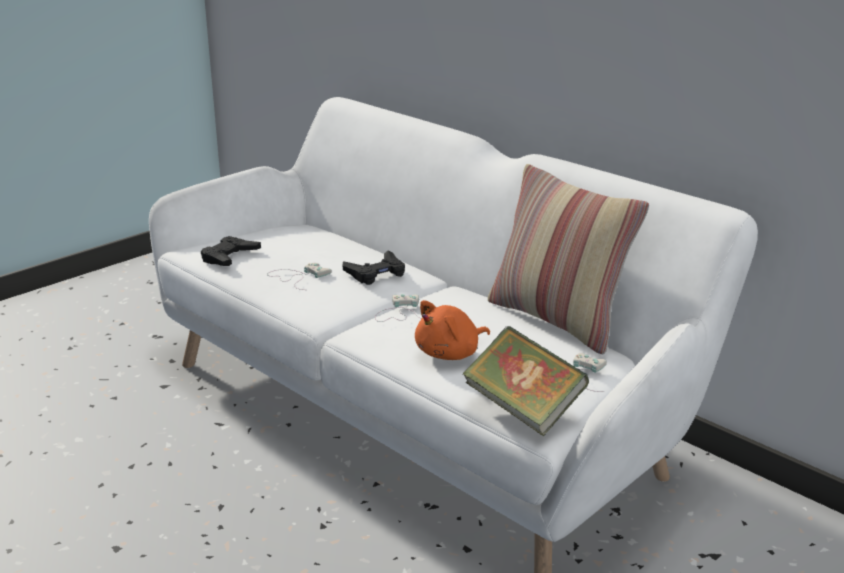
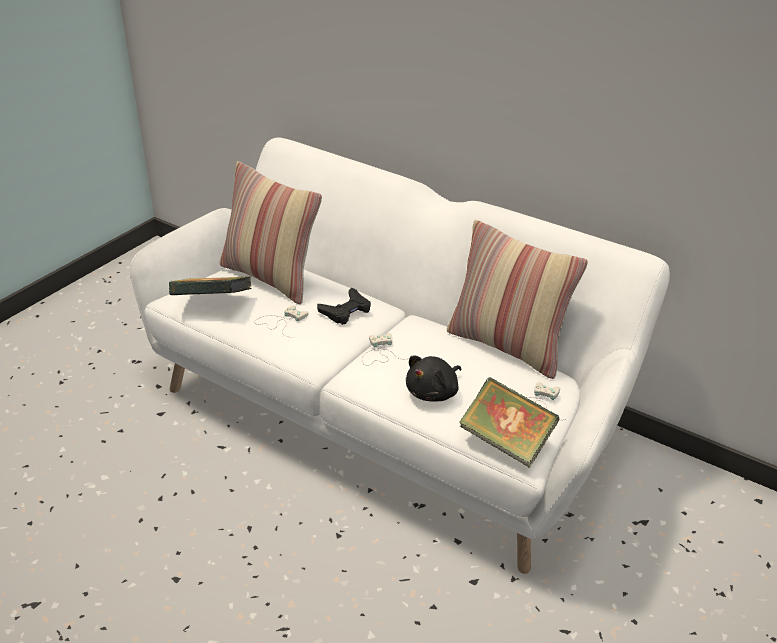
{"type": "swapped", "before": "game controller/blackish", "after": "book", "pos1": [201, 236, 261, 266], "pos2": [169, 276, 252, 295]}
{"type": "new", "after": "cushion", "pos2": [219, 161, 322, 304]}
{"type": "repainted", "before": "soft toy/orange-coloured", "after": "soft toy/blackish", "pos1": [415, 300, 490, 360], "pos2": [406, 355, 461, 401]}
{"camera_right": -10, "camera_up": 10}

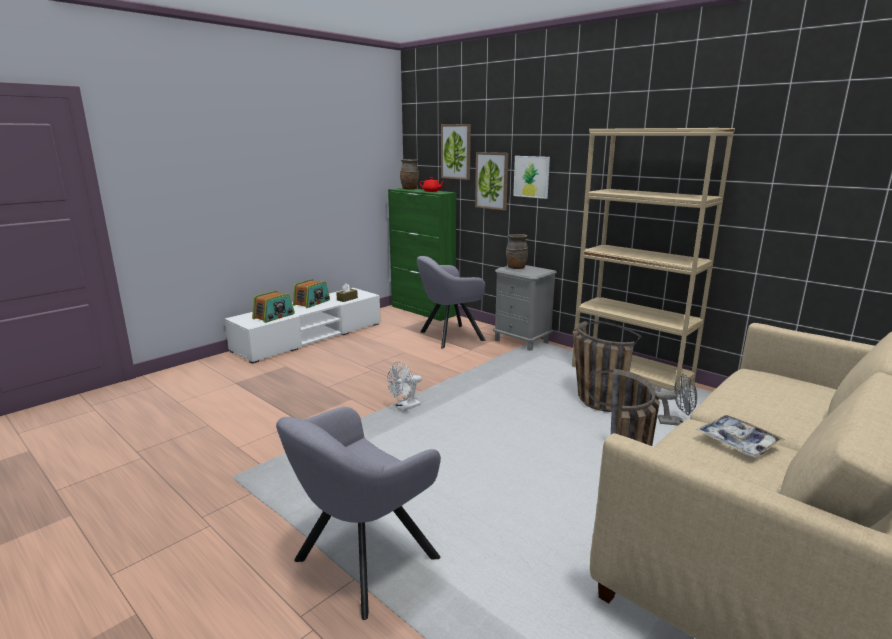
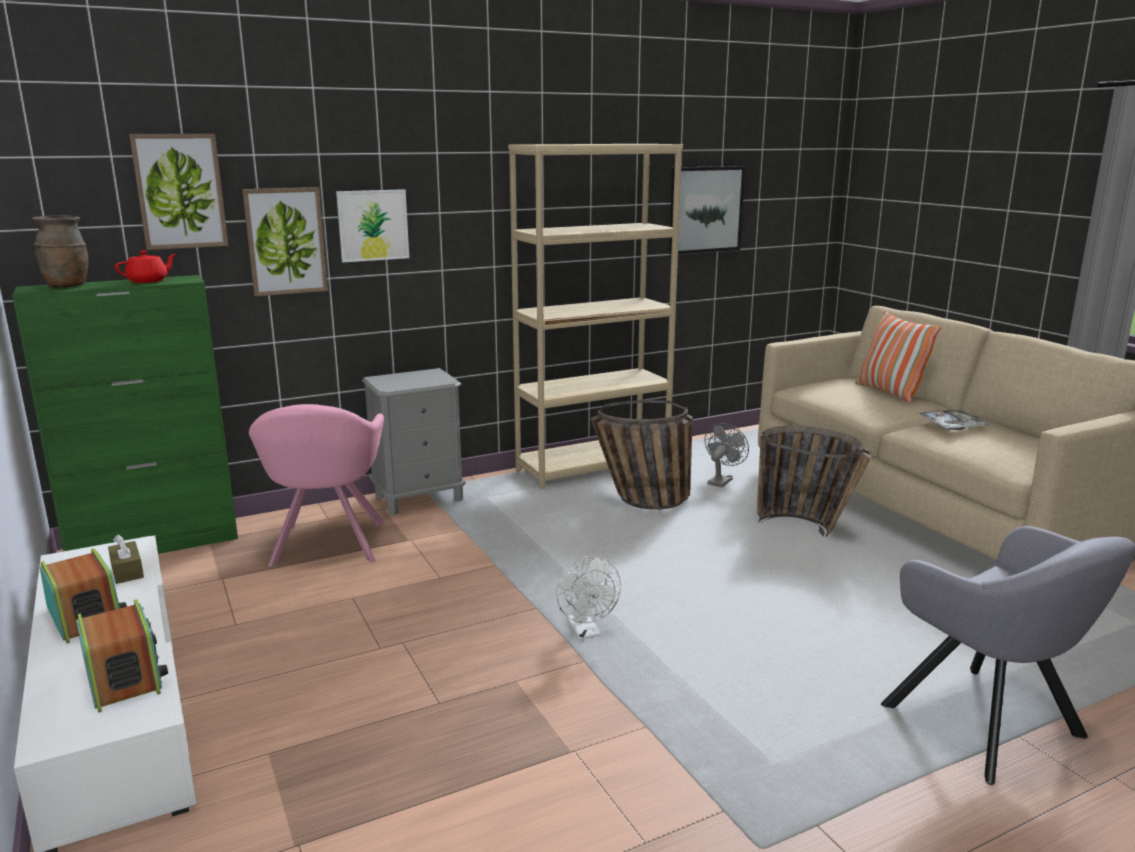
{"type": "repainted", "before": "armchair/greyish", "after": "armchair/pinkish", "pos1": [417, 256, 486, 348], "pos2": [249, 404, 384, 567]}
{"type": "new", "after": "wall picture", "pos2": [669, 166, 745, 254]}
{"type": "new", "after": "cushion", "pos2": [855, 311, 941, 403]}
{"type": "gone", "before": "flower vase/brown-coloured", "pos1": [506, 234, 528, 269]}
{"camera_right": -70, "camera_up": 0}

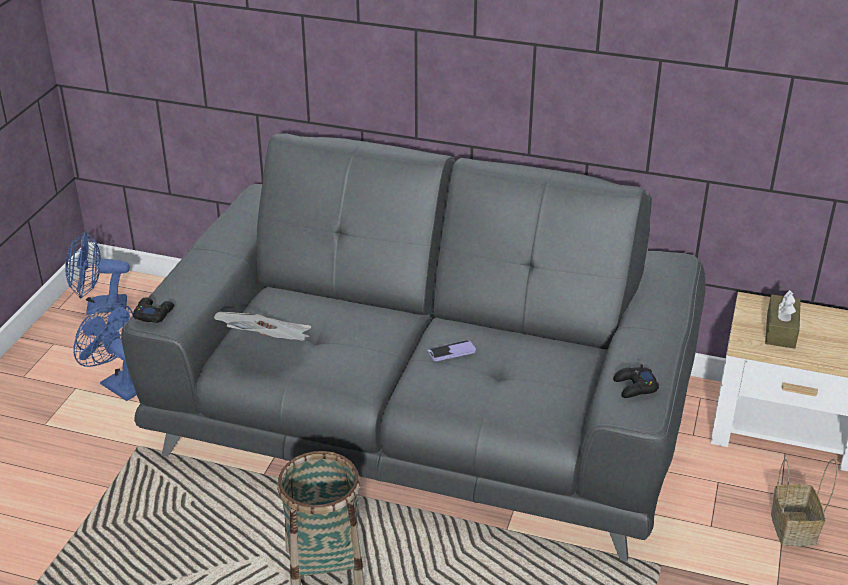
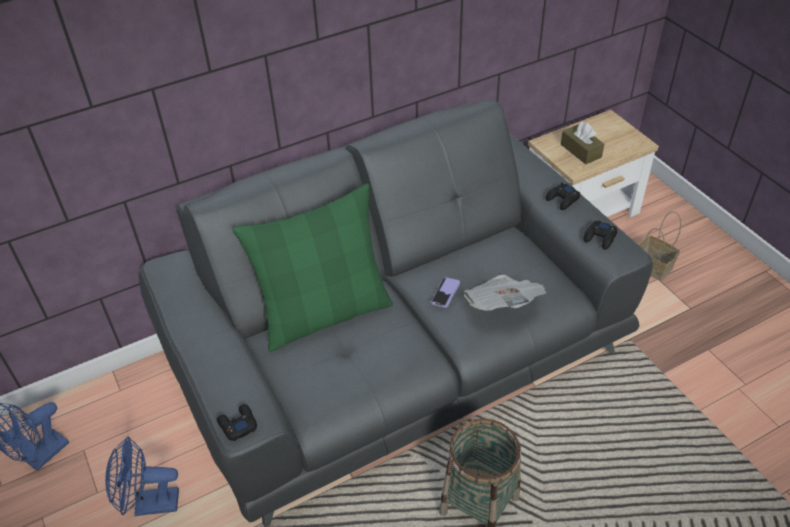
{"type": "new", "after": "cushion/green-coloured", "pos2": [232, 184, 393, 352]}
{"type": "shifted", "before": "newspaper", "pos1": [214, 312, 311, 341], "pos2": [464, 275, 546, 311]}
{"type": "new", "after": "game controller/blackish", "pos2": [546, 182, 580, 210]}
{"camera_right": -45, "camera_up": 10}

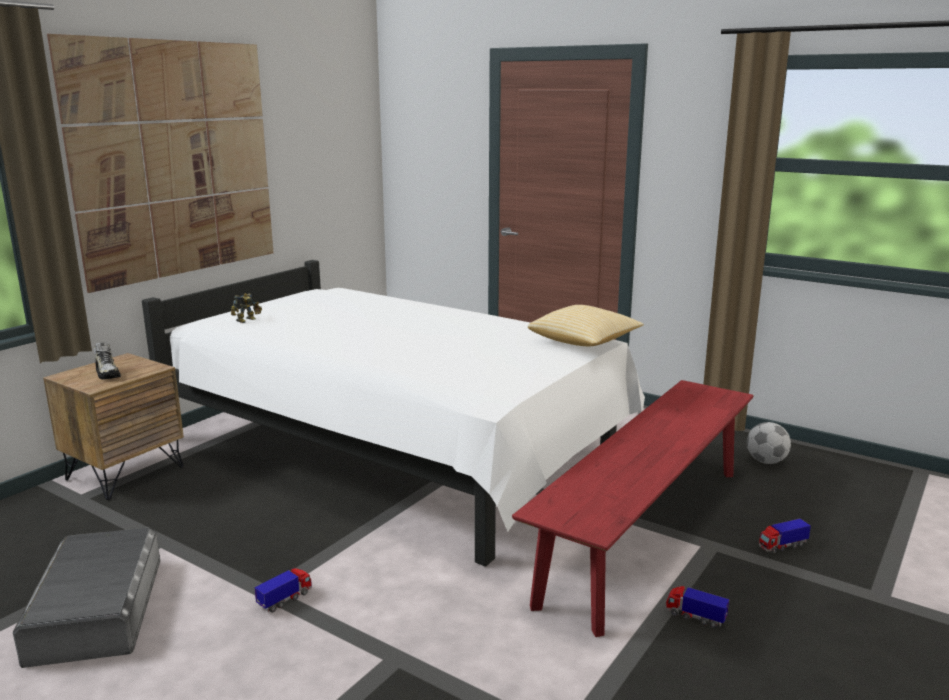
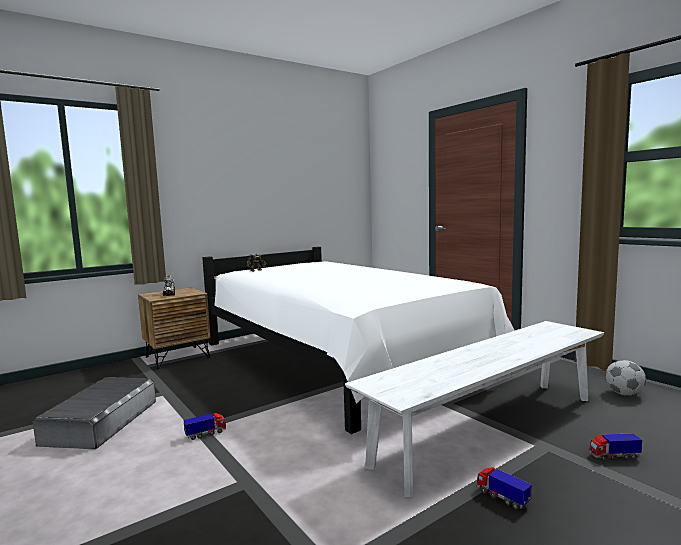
{"type": "repainted", "before": "bench/red-coloured", "after": "bench/whitish", "pos1": [512, 380, 754, 637], "pos2": [345, 321, 604, 497]}
{"type": "gone", "before": "wall picture", "pos1": [47, 34, 273, 293]}
{"type": "gone", "before": "cushion", "pos1": [528, 305, 644, 346]}
{"camera_right": 20, "camera_up": -10}

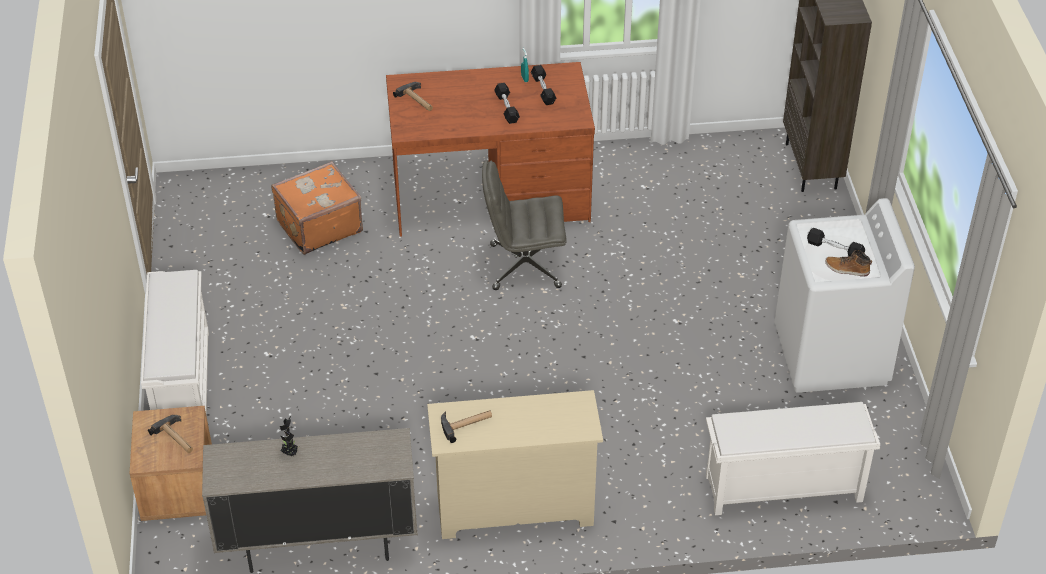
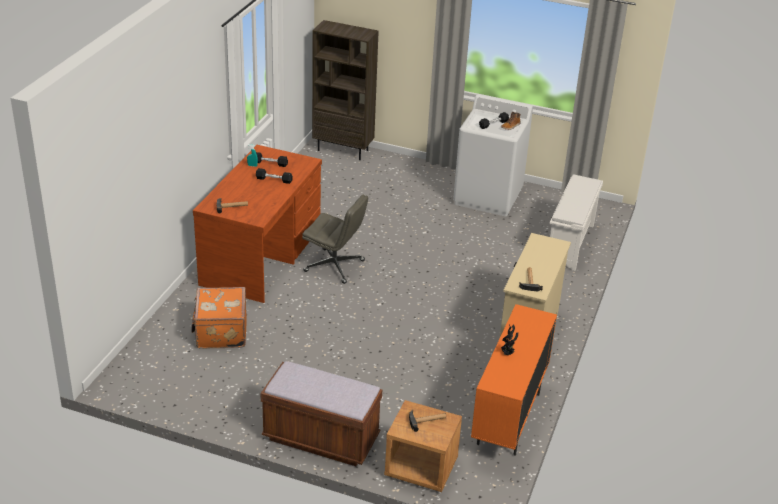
{"type": "swapped", "before": "shoe rack/whitish", "after": "bench/brown-coloured", "pos1": [141, 270, 209, 416], "pos2": [261, 361, 382, 466]}
{"type": "rotated", "before": "office chair/greyish", "pos1": [482, 161, 567, 290], "pos2": [302, 194, 368, 284], "turn": -90}
{"type": "repainted", "before": "cupboard/beige-coloured", "after": "cupboard/orange-coloured", "pos1": [202, 428, 418, 573], "pos2": [471, 304, 557, 456]}
{"camera_right": -65, "camera_up": -10}

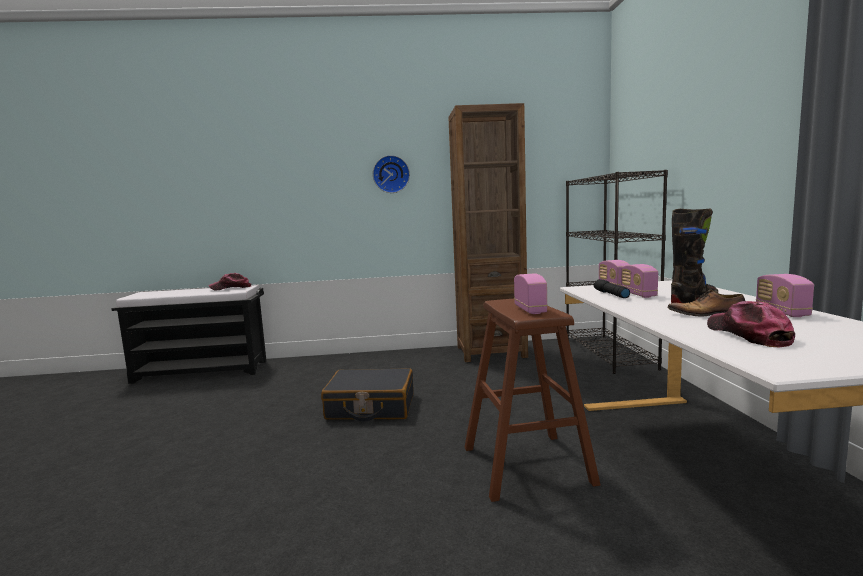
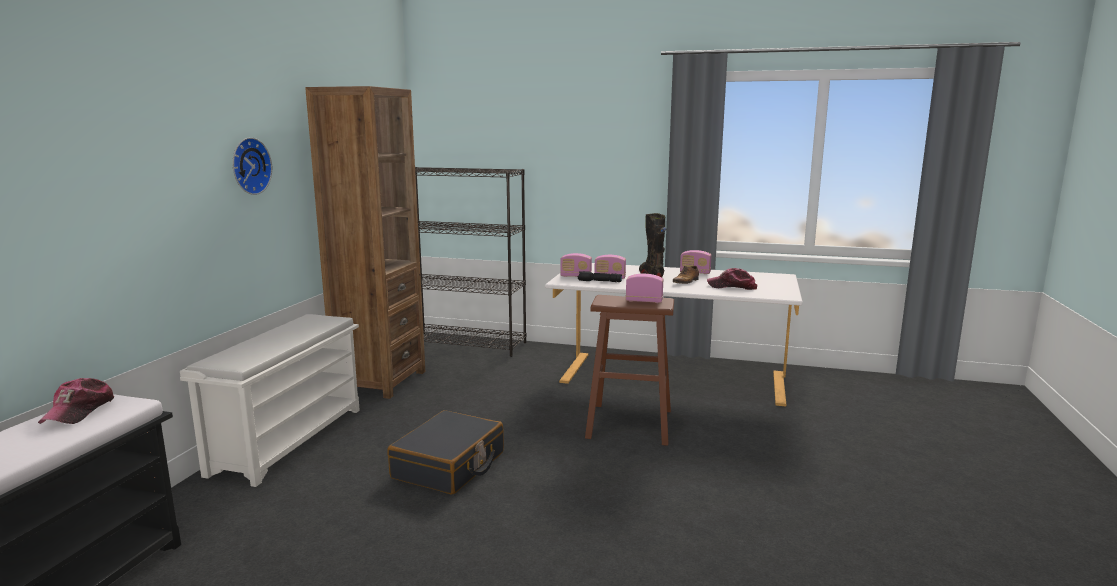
{"type": "new", "after": "shoe rack/whitish", "pos2": [180, 314, 360, 487]}
{"camera_right": -70, "camera_up": 5}

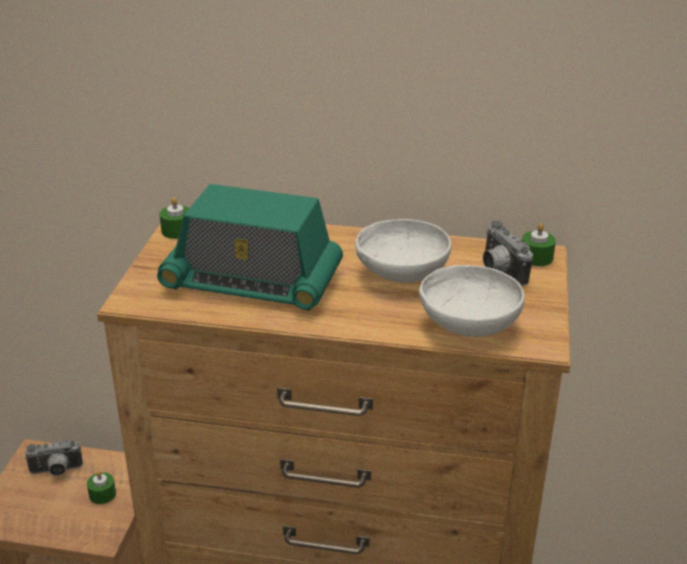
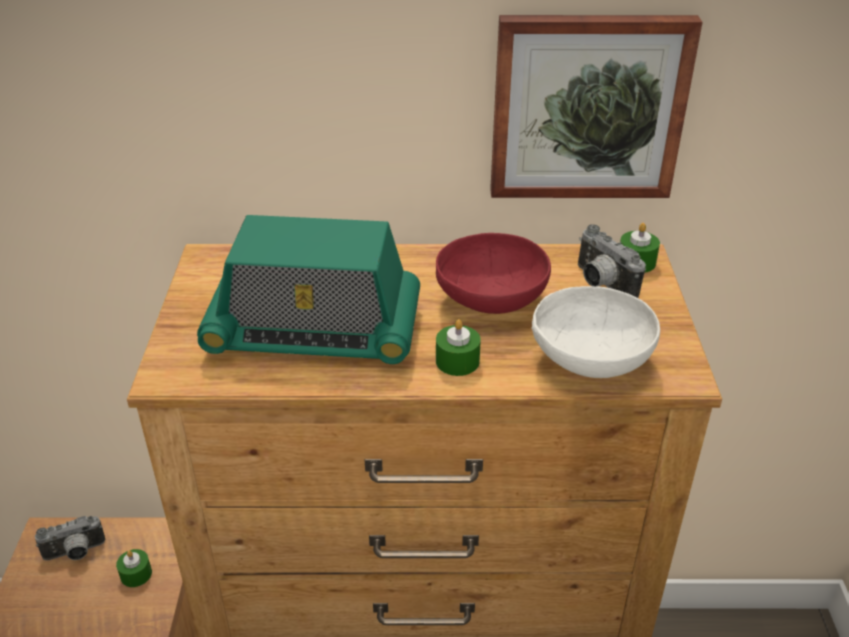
{"type": "repainted", "before": "serving bowl/whitish", "after": "serving bowl/red-coloured", "pos1": [355, 219, 451, 283], "pos2": [436, 233, 551, 314]}
{"type": "shifted", "before": "wax light/green-coloured", "pos1": [159, 197, 189, 239], "pos2": [436, 319, 481, 376]}
{"type": "new", "after": "wall picture", "pos2": [490, 15, 703, 198]}
{"camera_right": -10, "camera_up": 5}

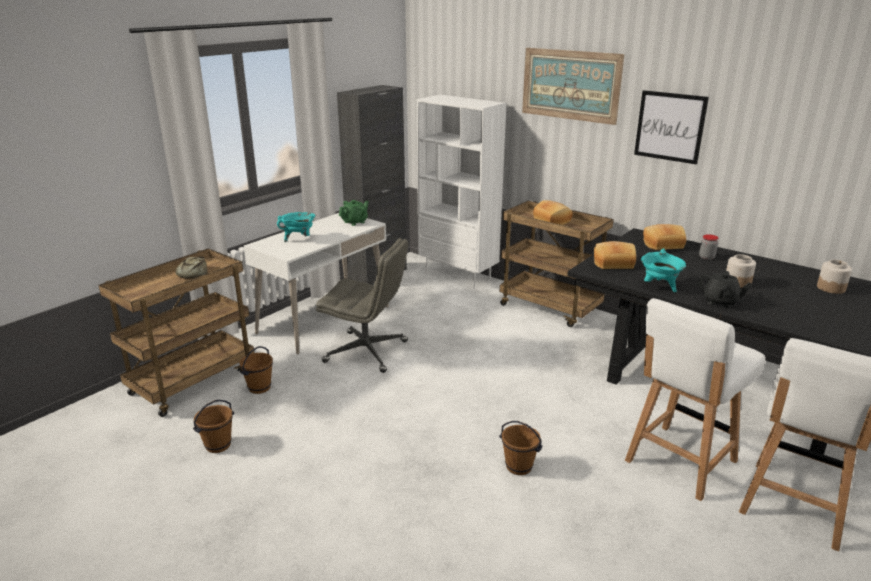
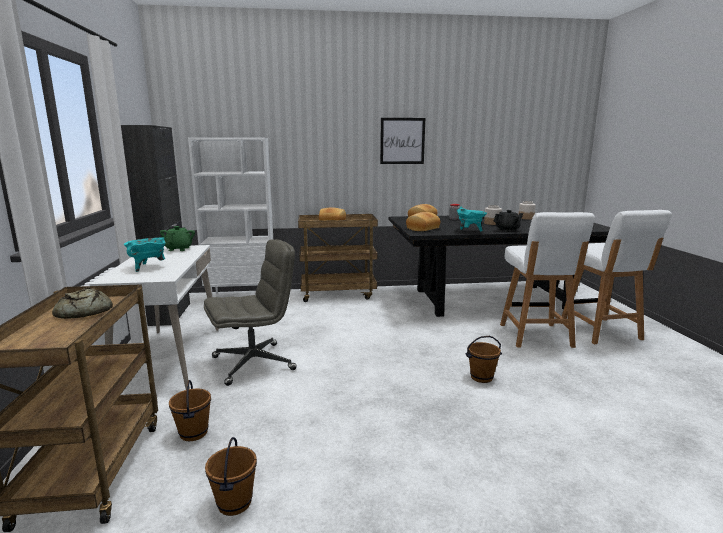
{"type": "gone", "before": "wall picture", "pos1": [522, 48, 625, 125]}
{"camera_right": -45, "camera_up": -10}

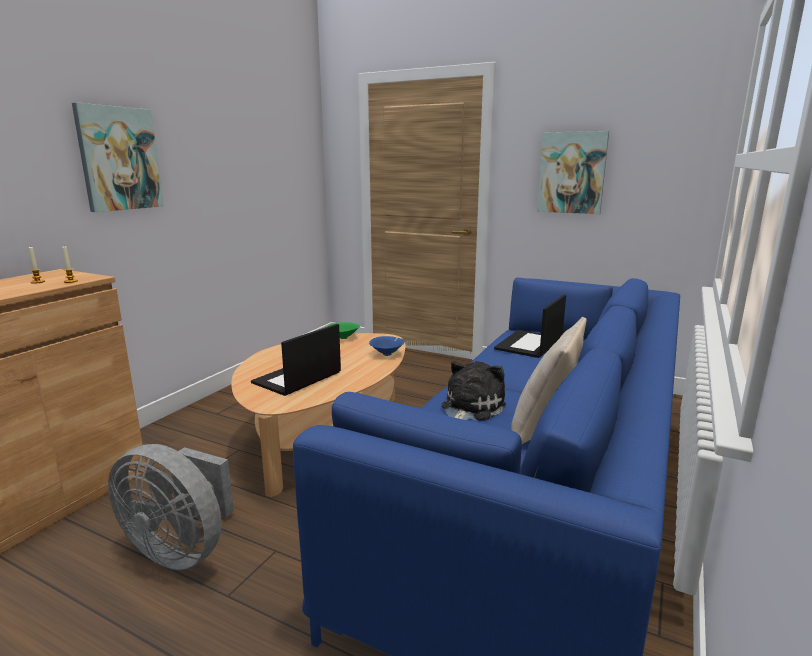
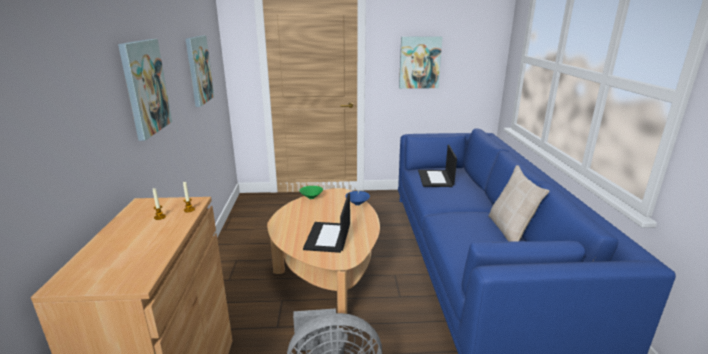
{"type": "new", "after": "wall picture", "pos2": [186, 35, 214, 107]}
{"type": "gone", "before": "soft toy", "pos1": [441, 361, 506, 421]}
{"camera_right": -30, "camera_up": 5}

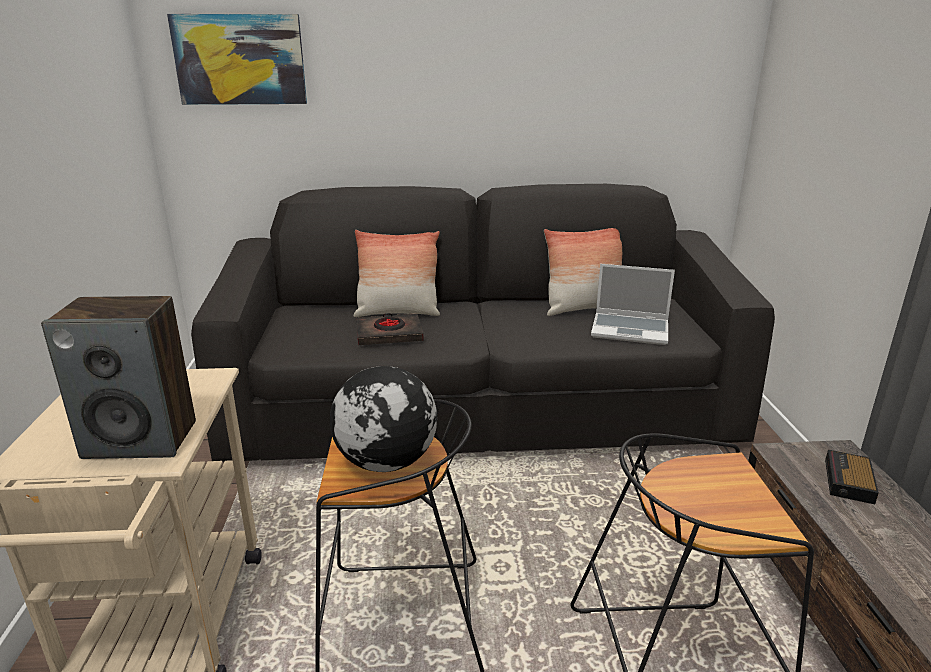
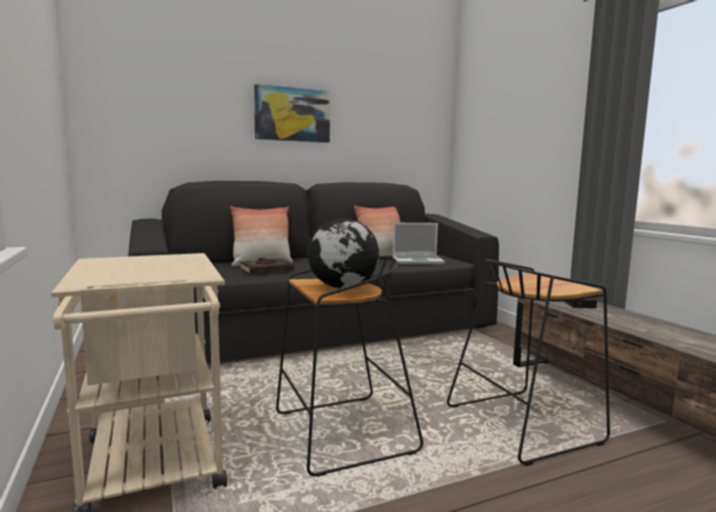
{"type": "shifted", "before": "wall picture", "pos1": [167, 14, 307, 105], "pos2": [254, 84, 330, 143]}
{"type": "gone", "before": "loudspeaker", "pos1": [41, 296, 196, 459]}
{"camera_right": -20, "camera_up": -15}

